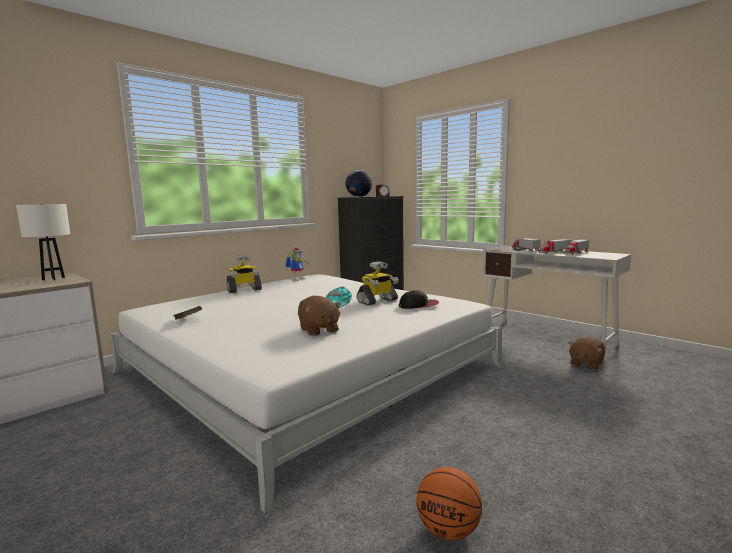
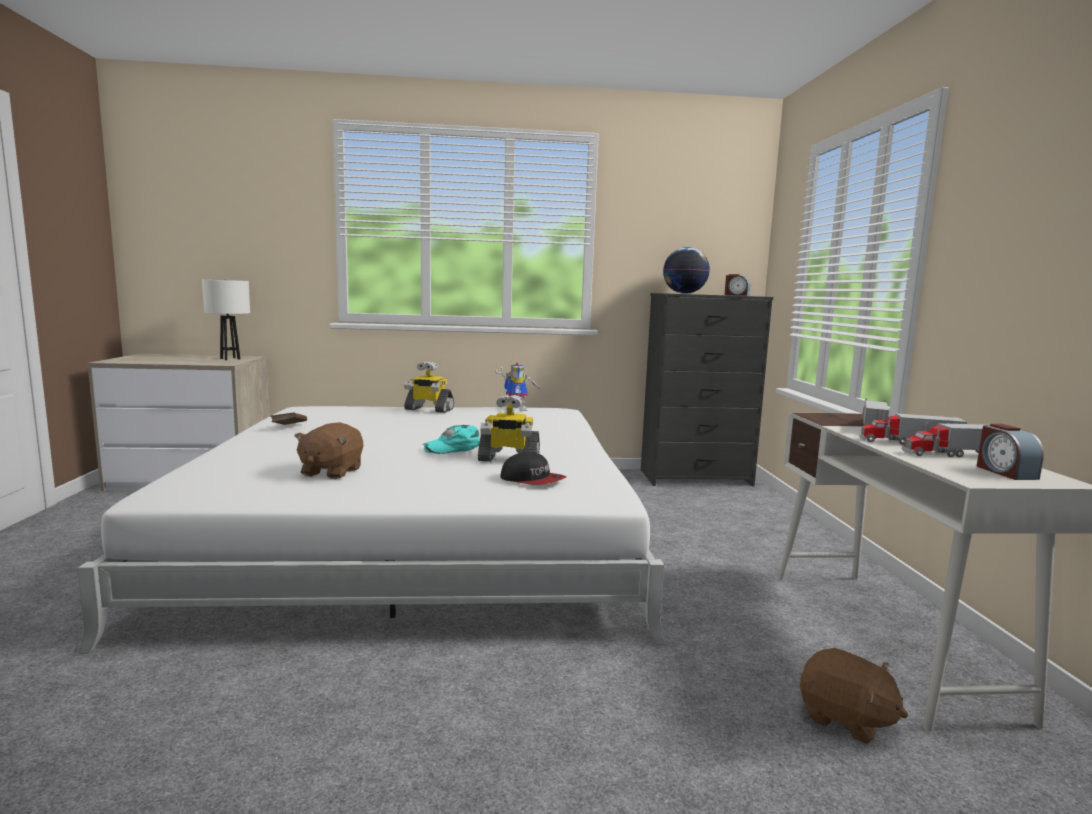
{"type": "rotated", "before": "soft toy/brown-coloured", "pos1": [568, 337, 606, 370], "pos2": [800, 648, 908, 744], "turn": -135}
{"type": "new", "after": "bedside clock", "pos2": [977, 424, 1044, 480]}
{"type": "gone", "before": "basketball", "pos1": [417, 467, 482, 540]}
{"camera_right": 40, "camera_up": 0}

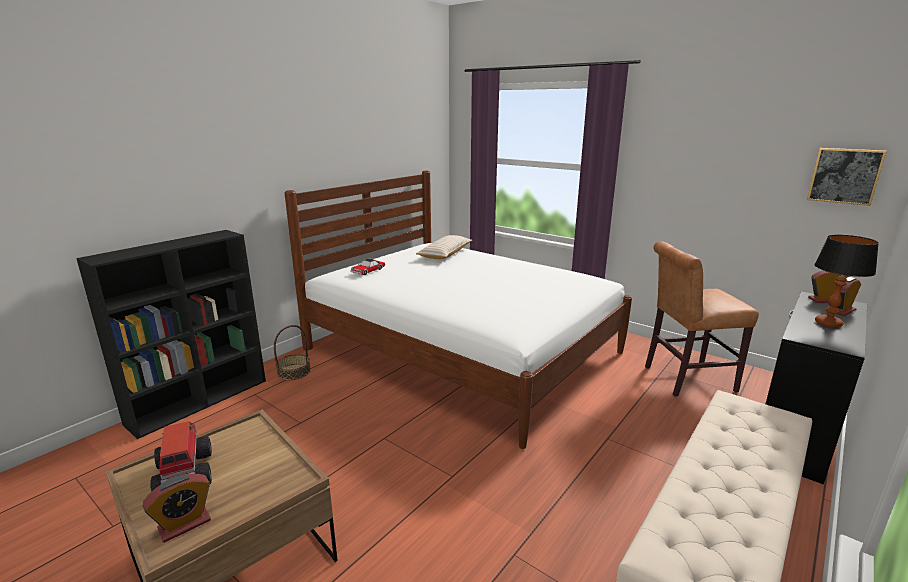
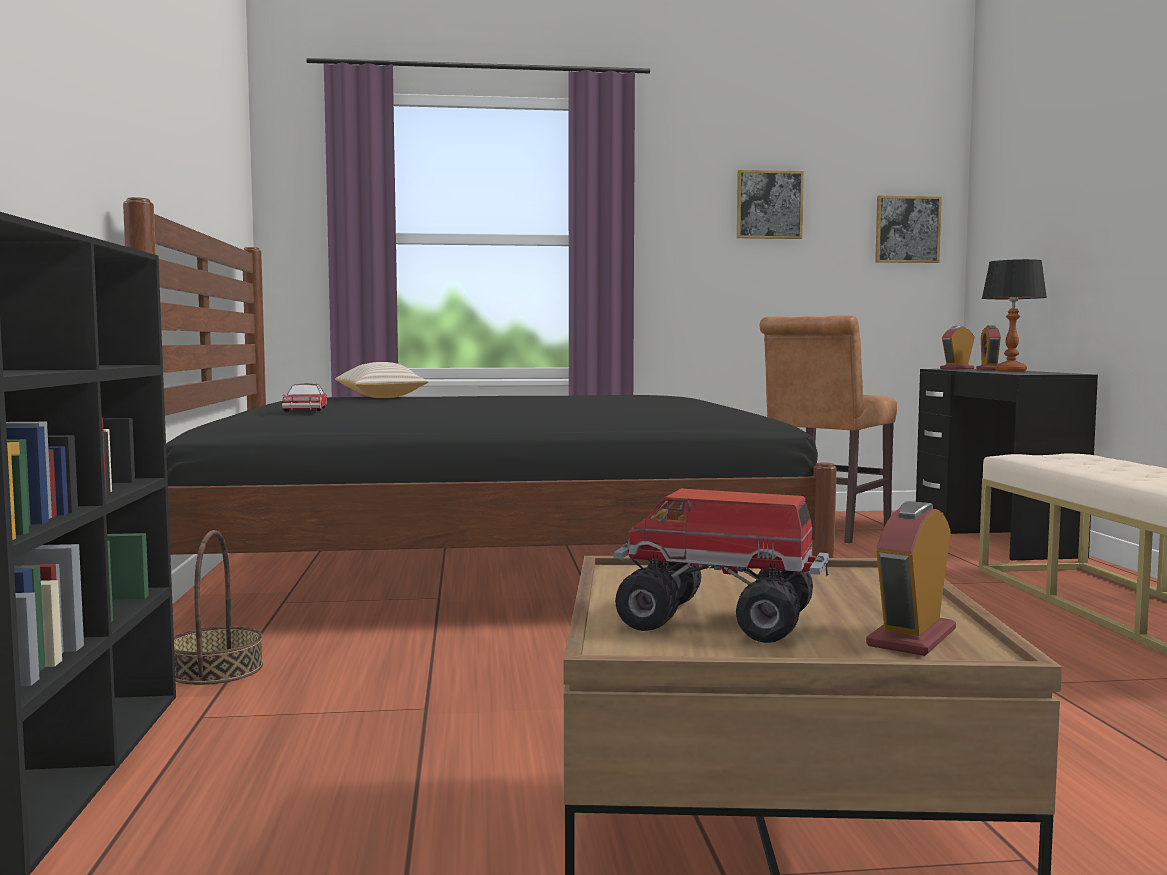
{"type": "repainted", "before": "sleeping bed/whitish", "after": "sleeping bed/blackish", "pos1": [285, 171, 632, 449], "pos2": [123, 197, 837, 558]}
{"type": "new", "after": "wall picture", "pos2": [737, 170, 804, 239]}
{"type": "rotated", "before": "bedside clock", "pos1": [143, 474, 211, 543], "pos2": [866, 501, 956, 656], "turn": -150}
{"camera_right": -45, "camera_up": -15}

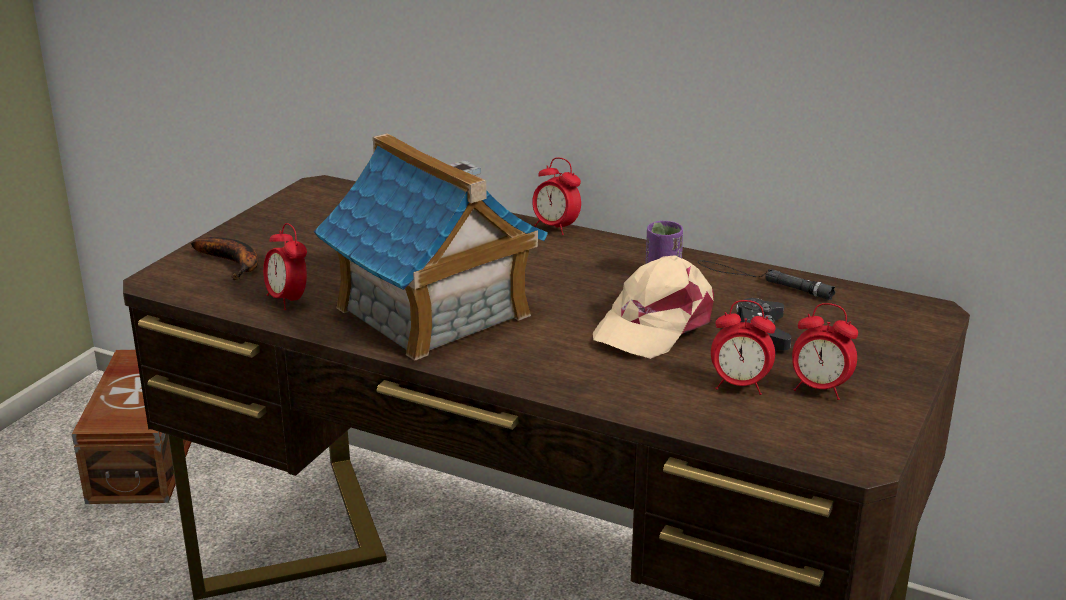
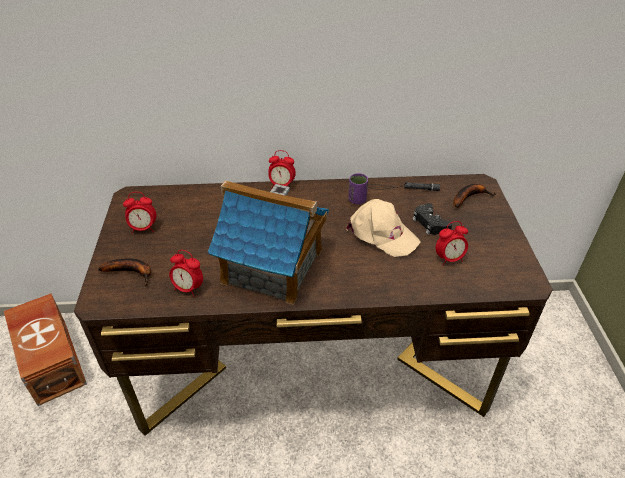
{"type": "shifted", "before": "bedside clock", "pos1": [792, 303, 858, 400], "pos2": [123, 192, 156, 234]}
{"type": "rotated", "before": "baseball cap/beige-coloured", "pos1": [593, 255, 714, 359], "pos2": [346, 199, 421, 257], "turn": -60}
{"type": "new", "after": "banana", "pos2": [453, 184, 496, 208]}
{"camera_right": -30, "camera_up": 15}

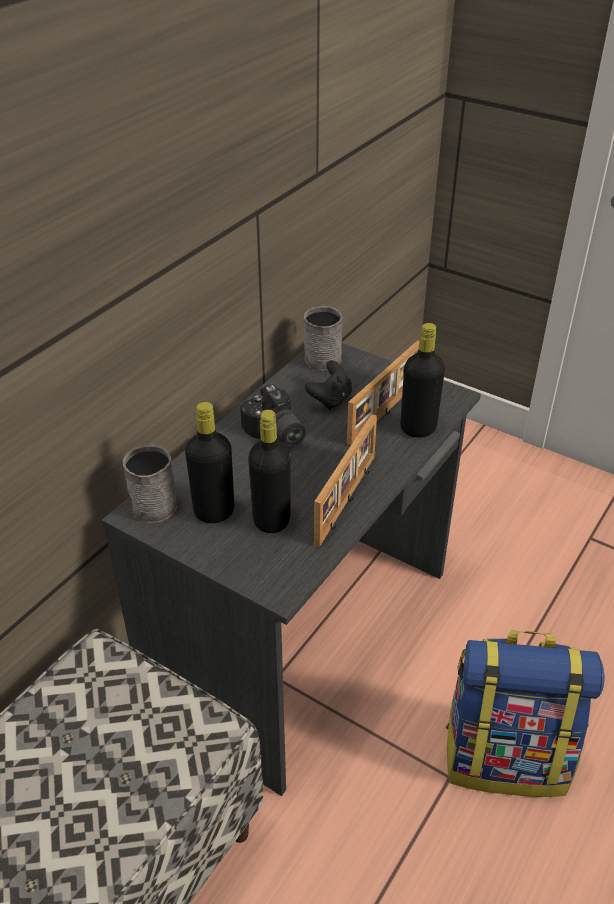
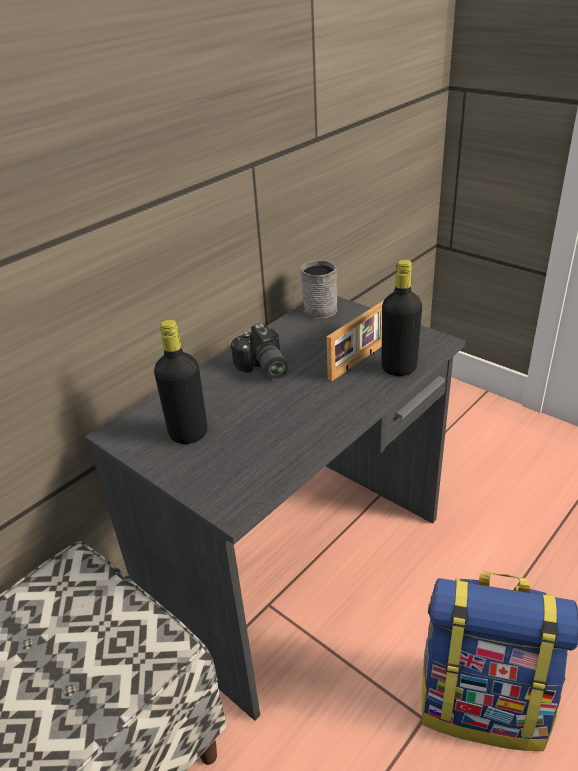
{"type": "gone", "before": "coffee mug/greyish", "pos1": [123, 444, 177, 523]}
{"type": "gone", "before": "drink bottle/blackish", "pos1": [248, 410, 291, 533]}
{"type": "gone", "before": "game controller/blackish", "pos1": [305, 360, 352, 410]}
{"type": "gone", "before": "picture frame", "pos1": [314, 414, 377, 547]}
{"camera_right": 10, "camera_up": -5}

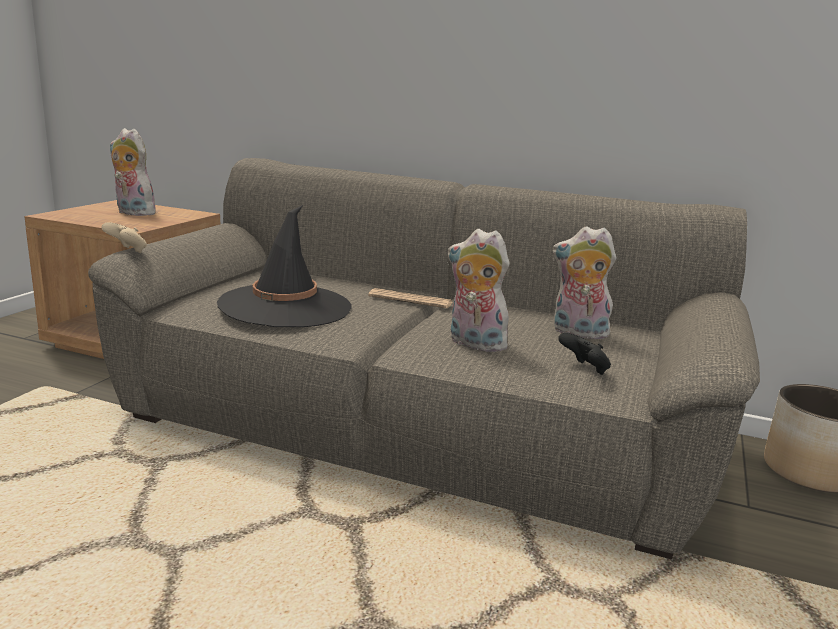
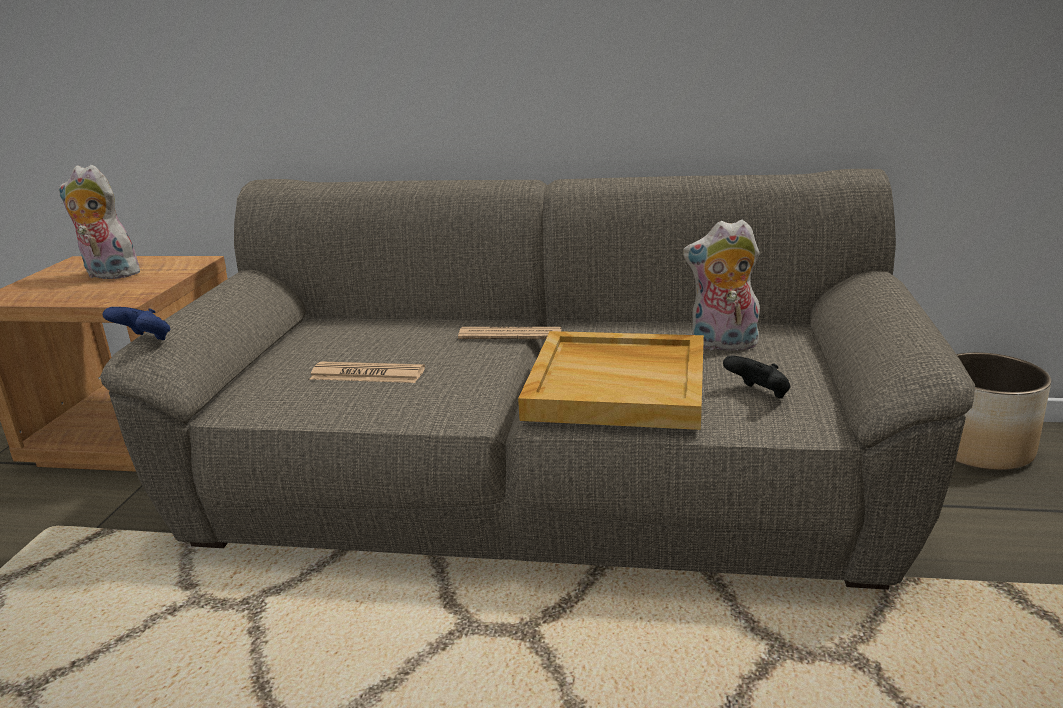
{"type": "repainted", "before": "game controller/beige-coloured", "after": "game controller/blue-coloured", "pos1": [101, 222, 147, 253], "pos2": [103, 307, 170, 340]}
{"type": "swapped", "before": "hat/blackish", "after": "newspaper", "pos1": [217, 205, 352, 327], "pos2": [310, 362, 425, 383]}
{"type": "swapped", "before": "soft toy", "after": "tray/beige-coloured", "pos1": [447, 229, 510, 352], "pos2": [518, 331, 704, 430]}
{"camera_right": -10, "camera_up": 5}

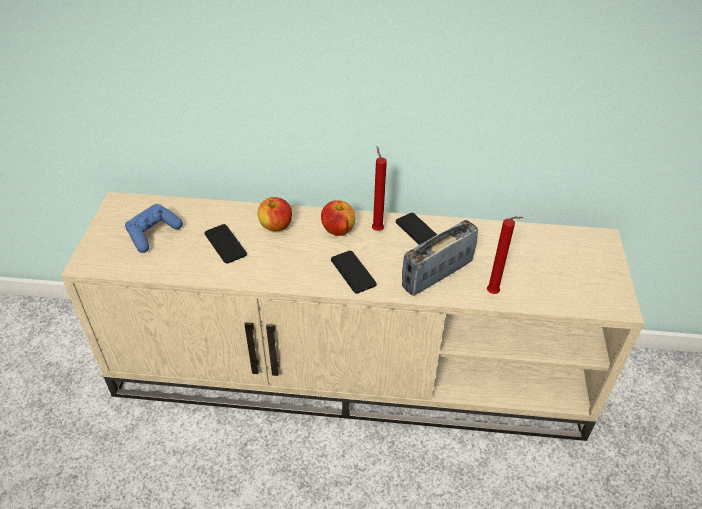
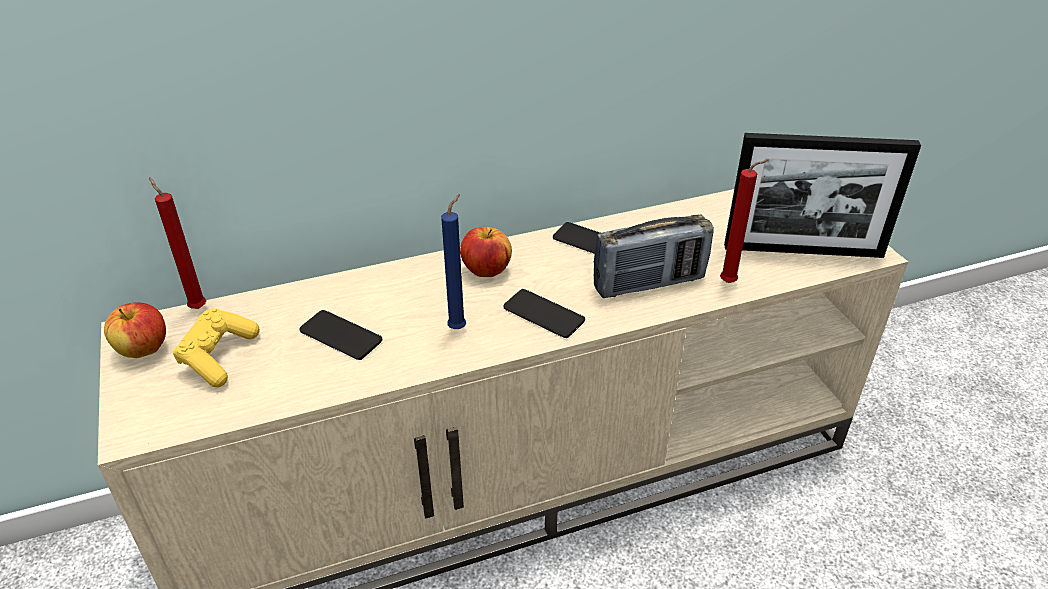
{"type": "shifted", "before": "apple", "pos1": [257, 197, 292, 231], "pos2": [104, 302, 166, 358]}
{"type": "shifted", "before": "wax light/red-coloured", "pos1": [372, 146, 387, 231], "pos2": [149, 177, 206, 309]}
{"type": "repainted", "before": "game controller/blue-coloured", "after": "game controller/yellowish", "pos1": [125, 204, 183, 253], "pos2": [173, 308, 260, 387]}
{"type": "new", "after": "wax light/blue-coloured", "pos2": [441, 194, 466, 329]}
{"type": "rotated", "before": "radio set", "pos1": [402, 220, 478, 296], "pos2": [594, 215, 714, 298], "turn": -135}
{"type": "new", "after": "picture frame", "pos2": [724, 133, 921, 258]}
{"camera_right": -25, "camera_up": -5}

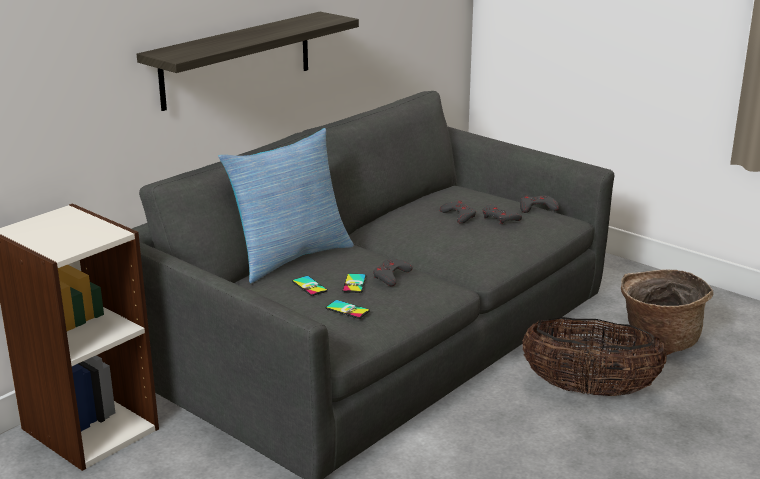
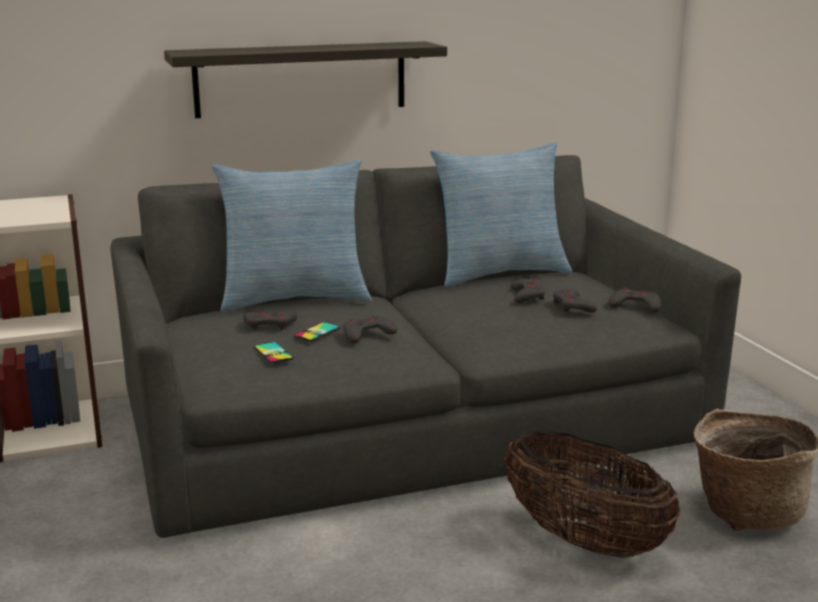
{"type": "swapped", "before": "telephone", "after": "game controller/greyish", "pos1": [292, 276, 328, 296], "pos2": [243, 311, 297, 331]}
{"type": "new", "after": "cushion", "pos2": [430, 142, 572, 287]}
{"camera_right": 30, "camera_up": -5}

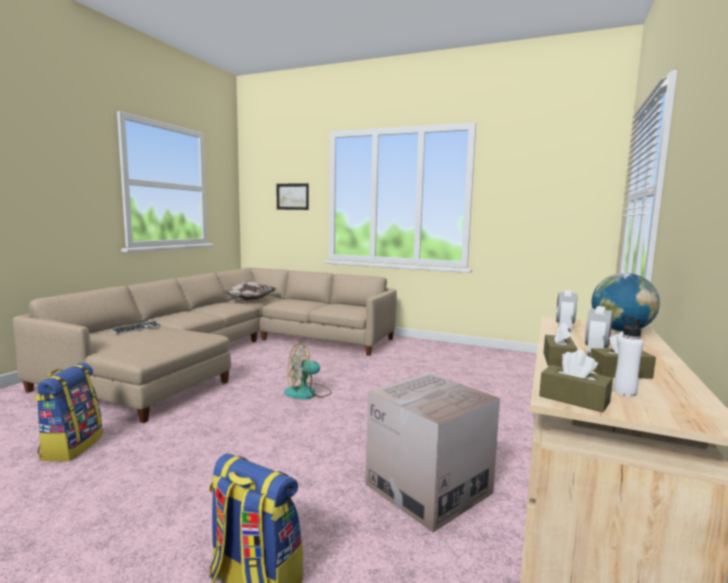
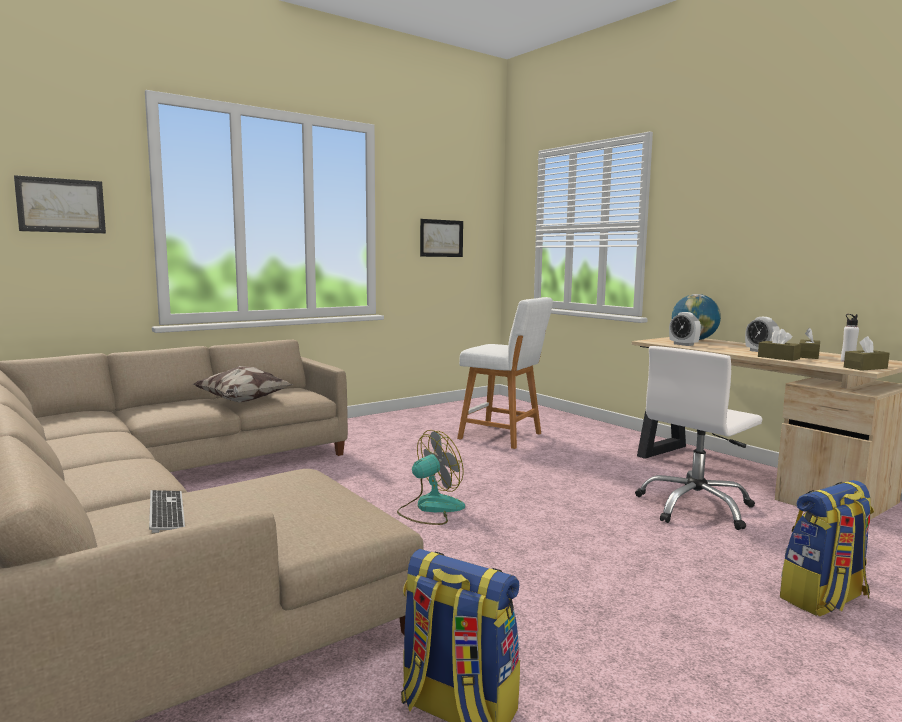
{"type": "shifted", "before": "cushion", "pos1": [220, 281, 276, 301], "pos2": [193, 366, 293, 403]}
{"type": "rotated", "before": "fan", "pos1": [284, 343, 332, 399], "pos2": [397, 430, 465, 525], "turn": -135}
{"type": "new", "after": "wall picture", "pos2": [420, 219, 463, 257]}
{"type": "new", "after": "stool seat/whitish", "pos2": [457, 297, 553, 449]}
{"type": "swapped", "before": "cardboard box", "after": "office chair/whitish", "pos1": [366, 373, 500, 533], "pos2": [635, 346, 762, 530]}
{"camera_right": -60, "camera_up": 0}

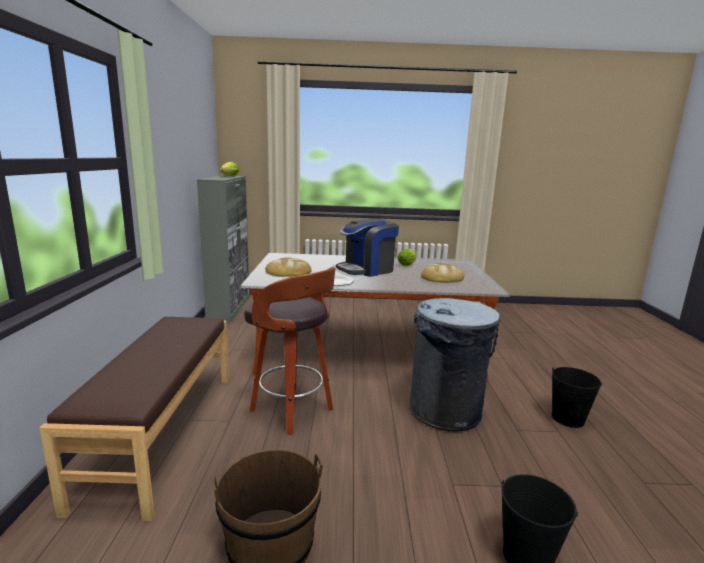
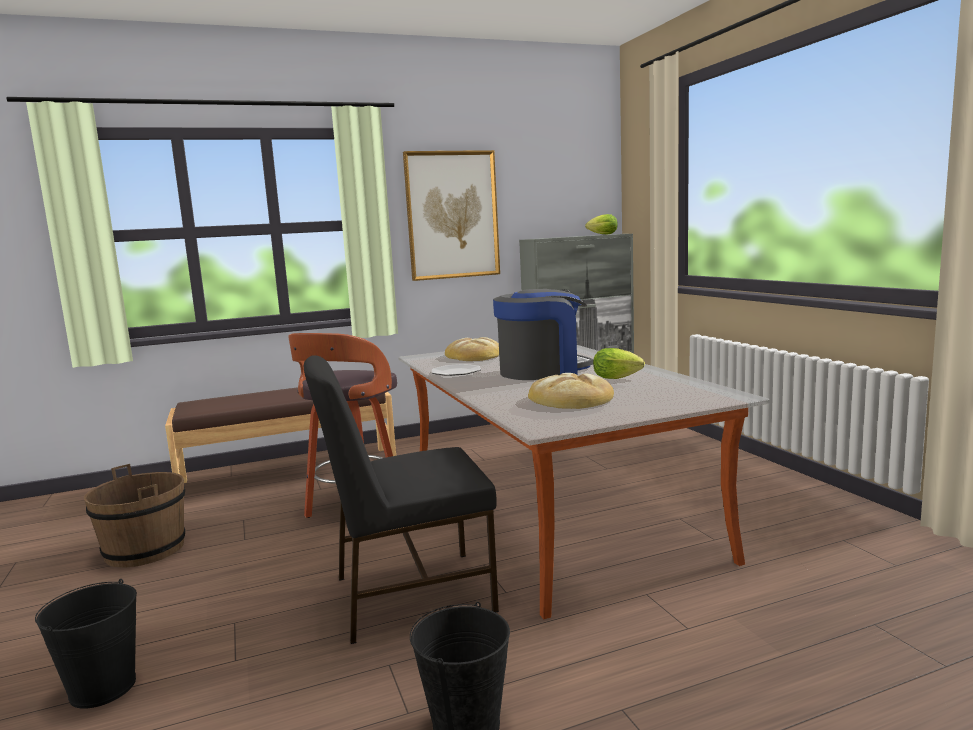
{"type": "swapped", "before": "waste bin/greyish", "after": "plain chair/blackish", "pos1": [410, 298, 500, 432], "pos2": [304, 355, 499, 644]}
{"type": "new", "after": "wall picture", "pos2": [403, 150, 500, 281]}
{"type": "rotated", "before": "coffee maker", "pos1": [336, 218, 399, 277], "pos2": [493, 289, 593, 380], "turn": 120}
{"camera_right": 70, "camera_up": -5}

